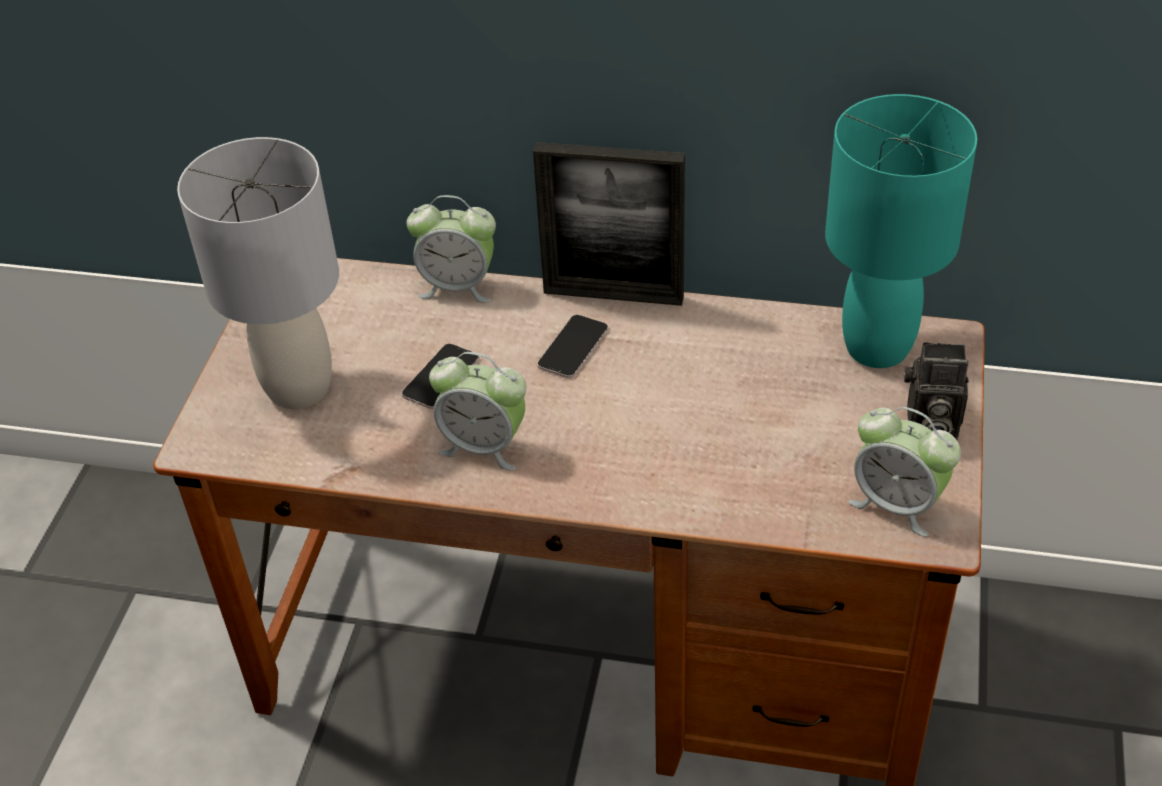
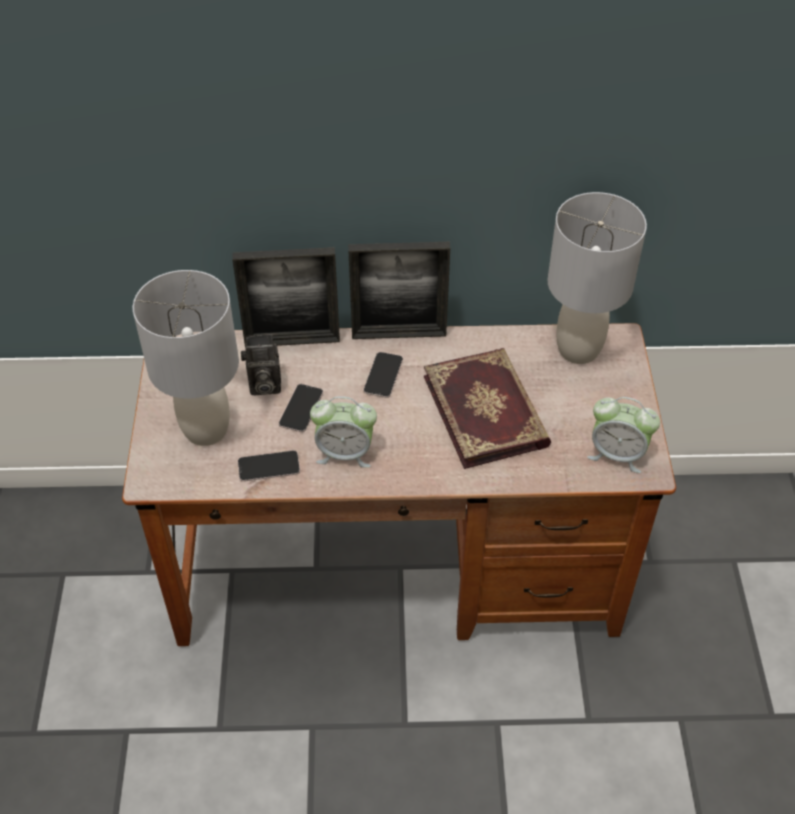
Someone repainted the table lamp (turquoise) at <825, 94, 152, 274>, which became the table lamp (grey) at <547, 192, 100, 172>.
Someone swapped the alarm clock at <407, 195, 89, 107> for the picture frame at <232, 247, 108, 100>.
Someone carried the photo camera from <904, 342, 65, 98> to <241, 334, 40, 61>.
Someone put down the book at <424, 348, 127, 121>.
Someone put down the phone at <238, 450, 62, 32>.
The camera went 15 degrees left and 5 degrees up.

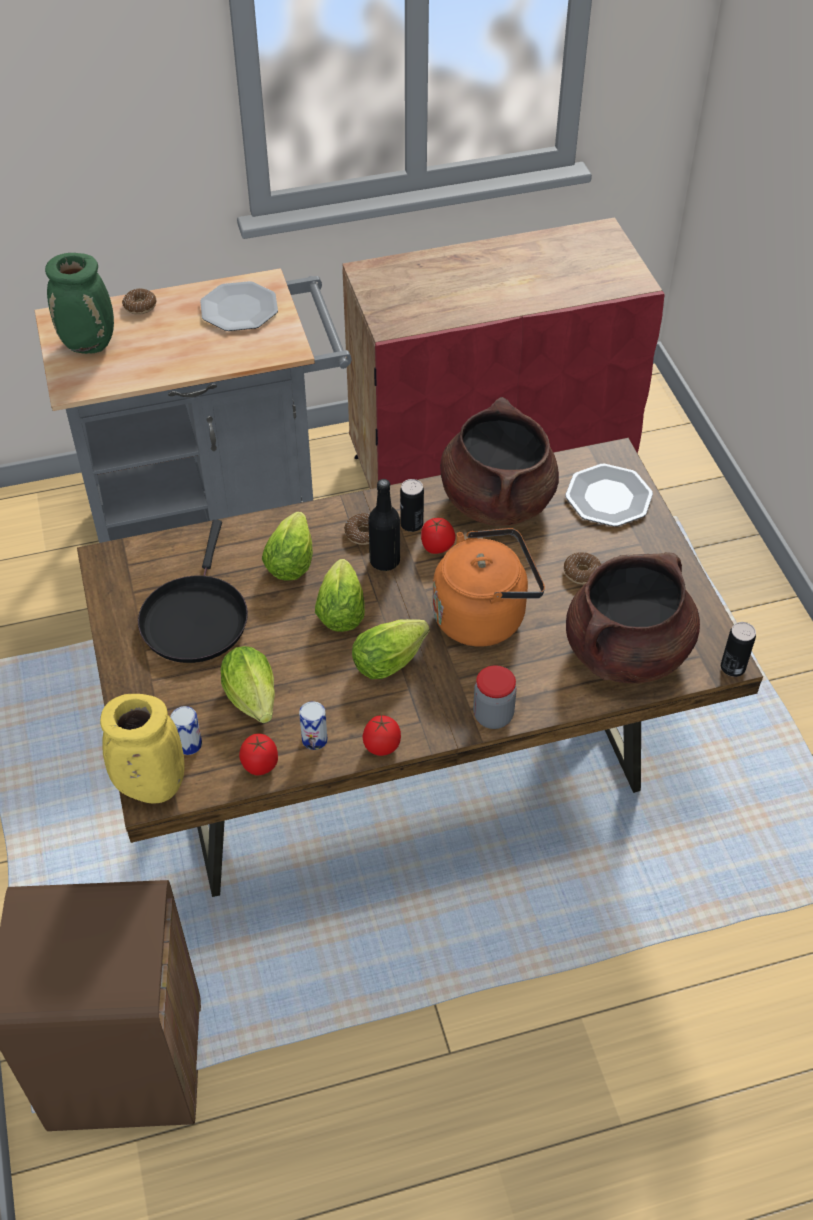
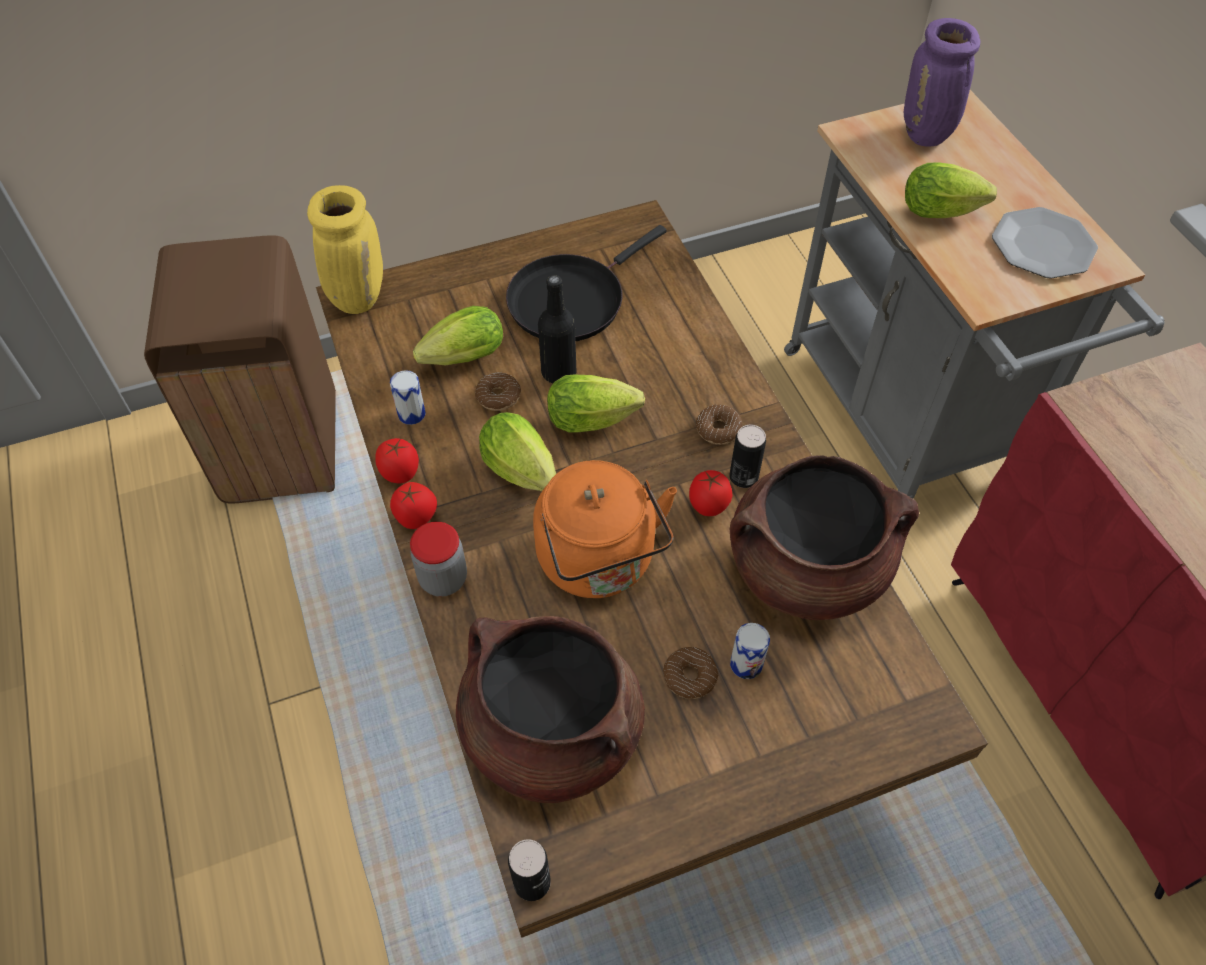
Someone repainted the vase (green) at <45, 253, 69, 101>, which became the vase (purple) at <904, 18, 77, 129>.
Someone carried the donut from <122, 288, 35, 27> to <475, 372, 46, 39>.
Someone took away the plate at <565, 464, 88, 63>.
Someone carried the bottle (black) from <368, 479, 32, 92> to <538, 275, 38, 108>.
Someone carried the lettuce from <262, 511, 51, 70> to <905, 162, 92, 56>.
Someone rotated the frying pan (black) at <138, 520, 110, 143> by 45 degrees counterclockwise.
Someone carried the can from <170, 706, 32, 49> to <730, 623, 40, 56>.
Someone carried the tomato from <239, 733, 39, 42> to <390, 482, 47, 47>.
The camera went 85 degrees right and 5 degrees up.

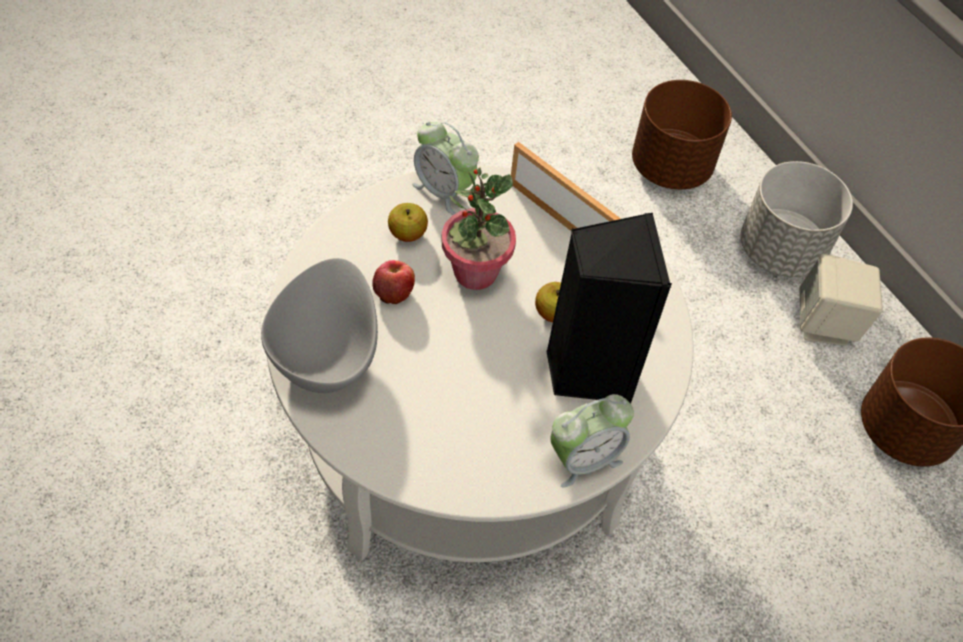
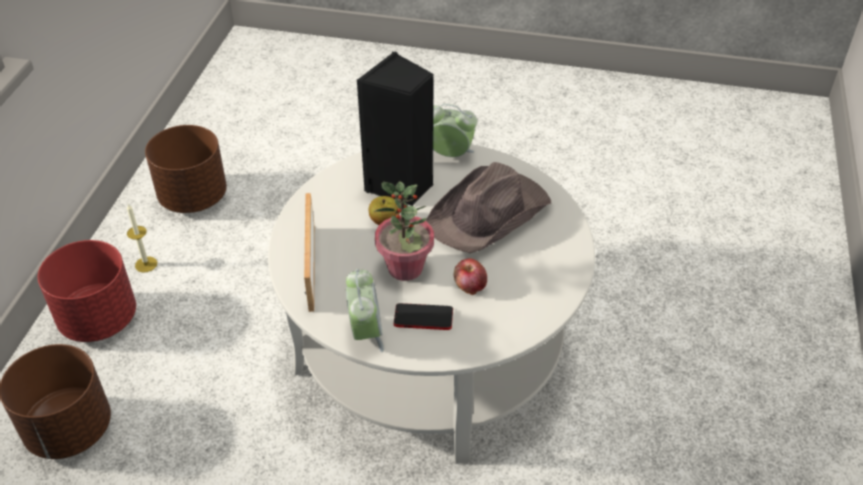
Someone repainted the planter (grey) at <741, 161, 112, 116>, which became the planter (red) at <38, 240, 98, 102>.
Someone swapped the apple at <388, 203, 40, 39> for the phone at <394, 303, 59, 27>.
Someone swapped the speaker (beige) at <799, 254, 84, 92> for the candle at <127, 204, 30, 69>.
Someone took away the bowl (grey) at <261, 258, 117, 135>.
Someone put down the hat (brown) at <426, 162, 125, 91>.
The camera went 135 degrees left and 10 degrees down.

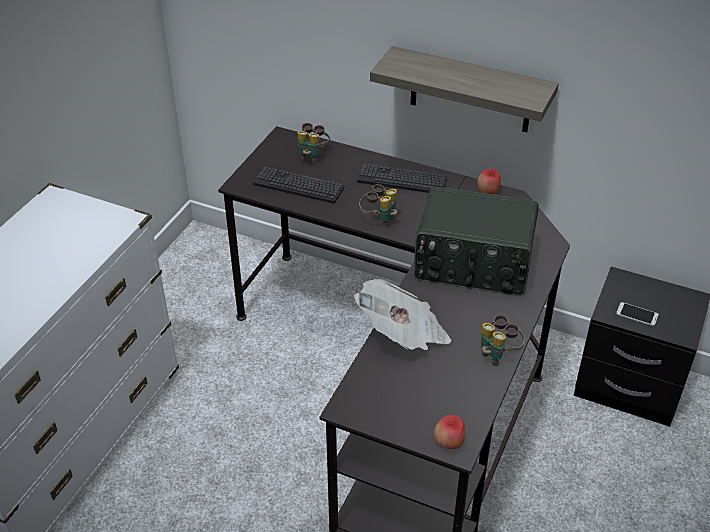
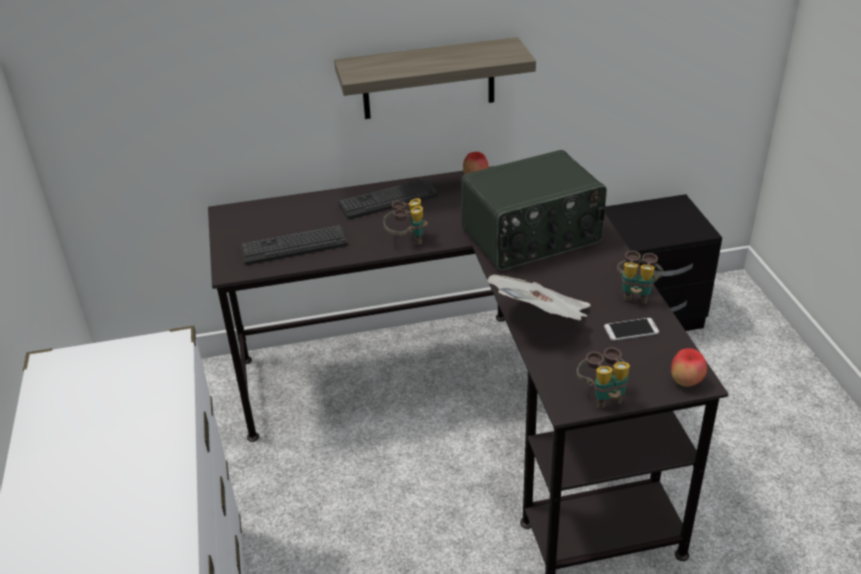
Someone carried the binoculars from <297, 123, 33, 40> to <577, 347, 53, 62>.
Someone carried the phone from <616, 302, 43, 24> to <604, 318, 55, 23>.
The camera went 35 degrees left and 5 degrees down.

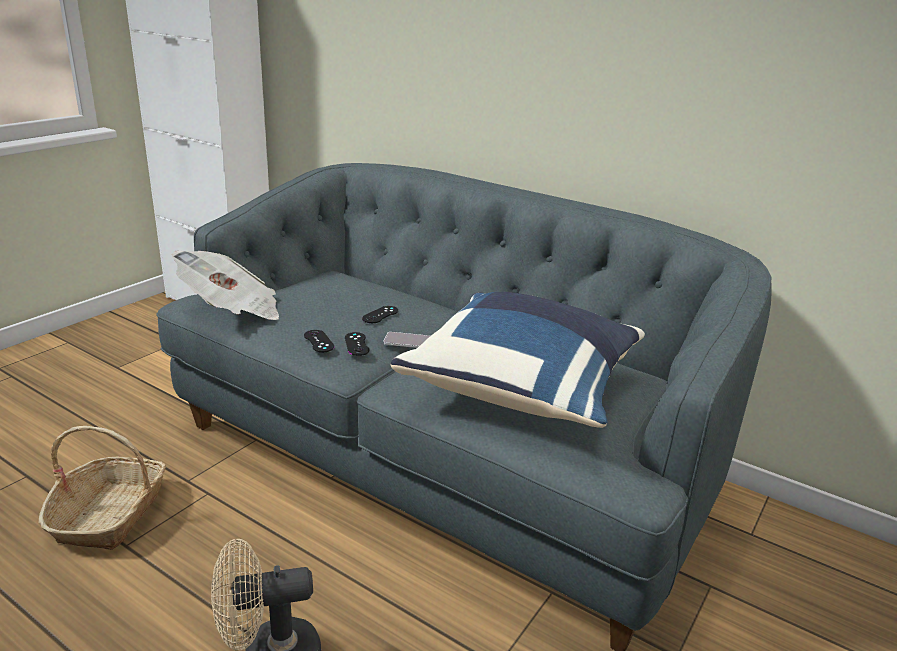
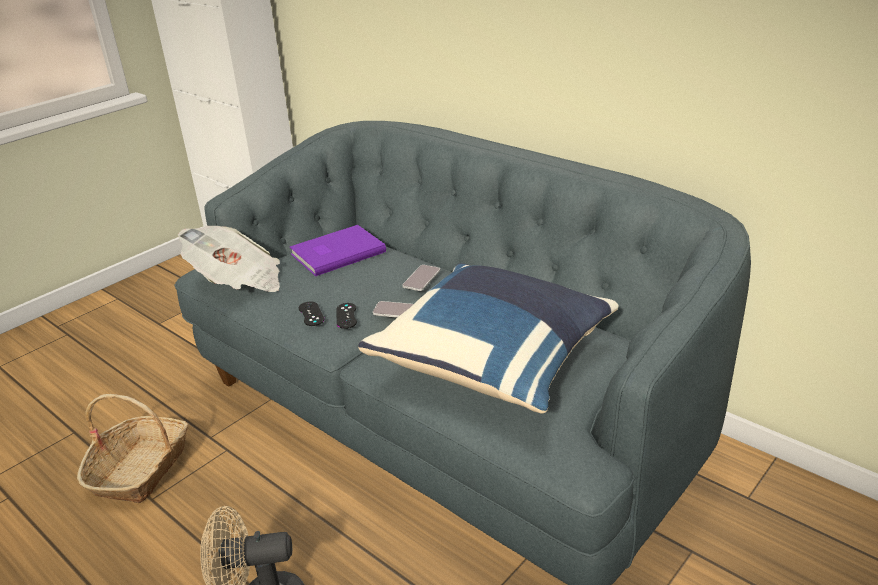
Someone took away the game controller (black) at <362, 306, 36, 17>.
Someone put down the book (purple) at <290, 225, 96, 51>.
Someone put down the phone at <402, 265, 38, 26>.
The camera went 10 degrees right and 5 degrees up.

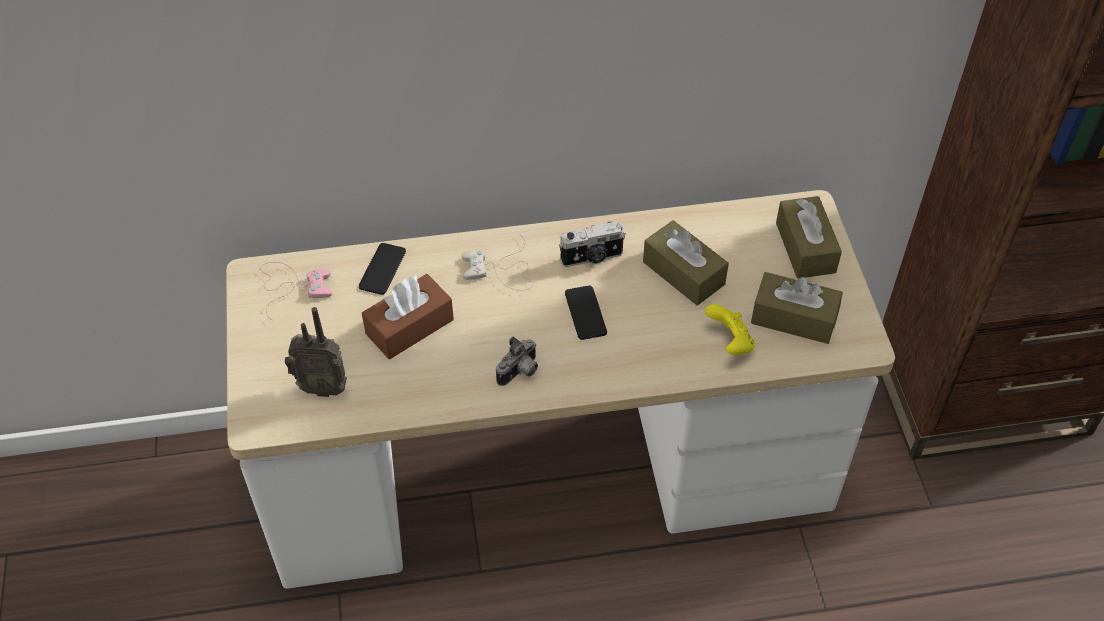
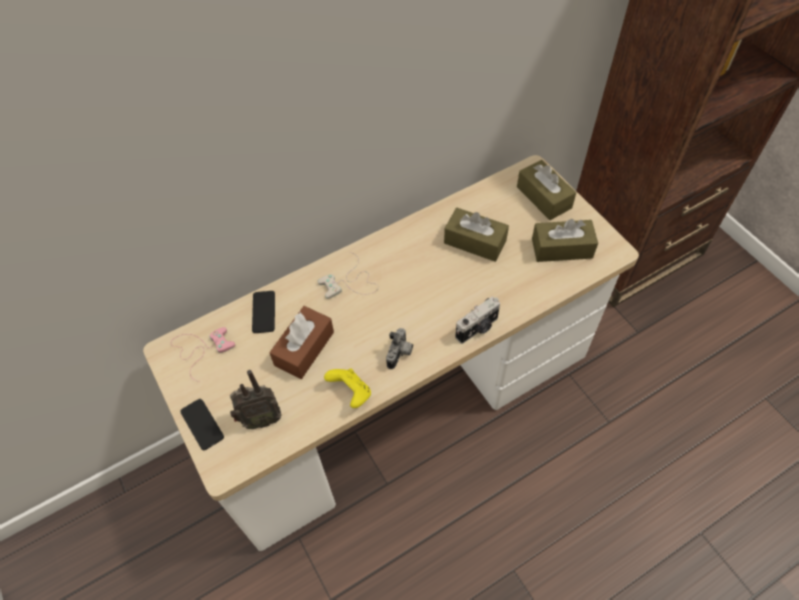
Someone carried the photo camera from <559, 221, 67, 46> to <455, 296, 45, 48>.
Someone carried the phone from <565, 286, 42, 54> to <180, 399, 44, 51>.
Someone carried the game controller (yellow) from <705, 304, 50, 51> to <324, 368, 47, 40>.
The camera went 20 degrees left and 5 degrees up.

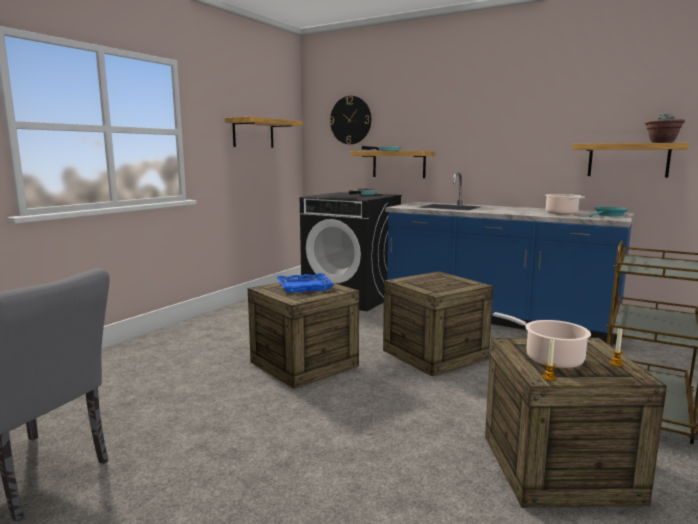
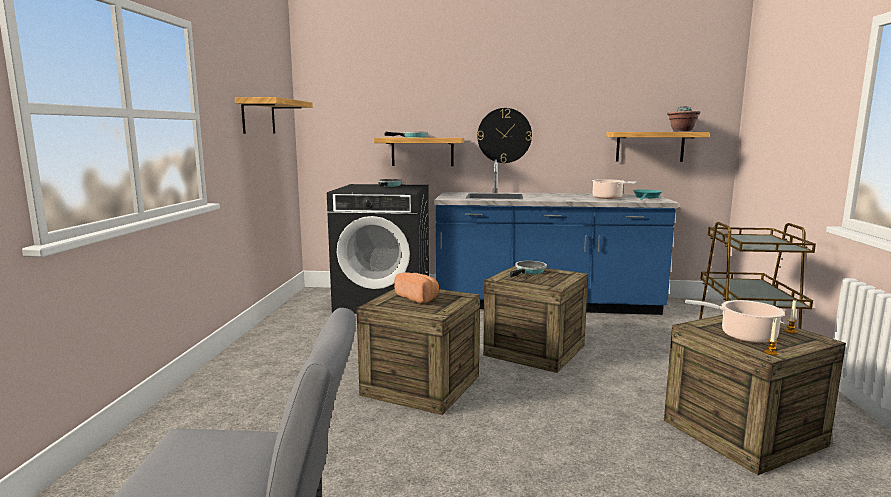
Someone carried the wall clock from <330, 96, 41, 48> to <477, 108, 55, 55>.
Someone swapped the tray (blue) at <277, 273, 57, 20> for the bread at <394, 272, 45, 31>.
Someone put down the frying pan at <510, 261, 37, 16>.
The camera went 25 degrees left and 0 degrees up.

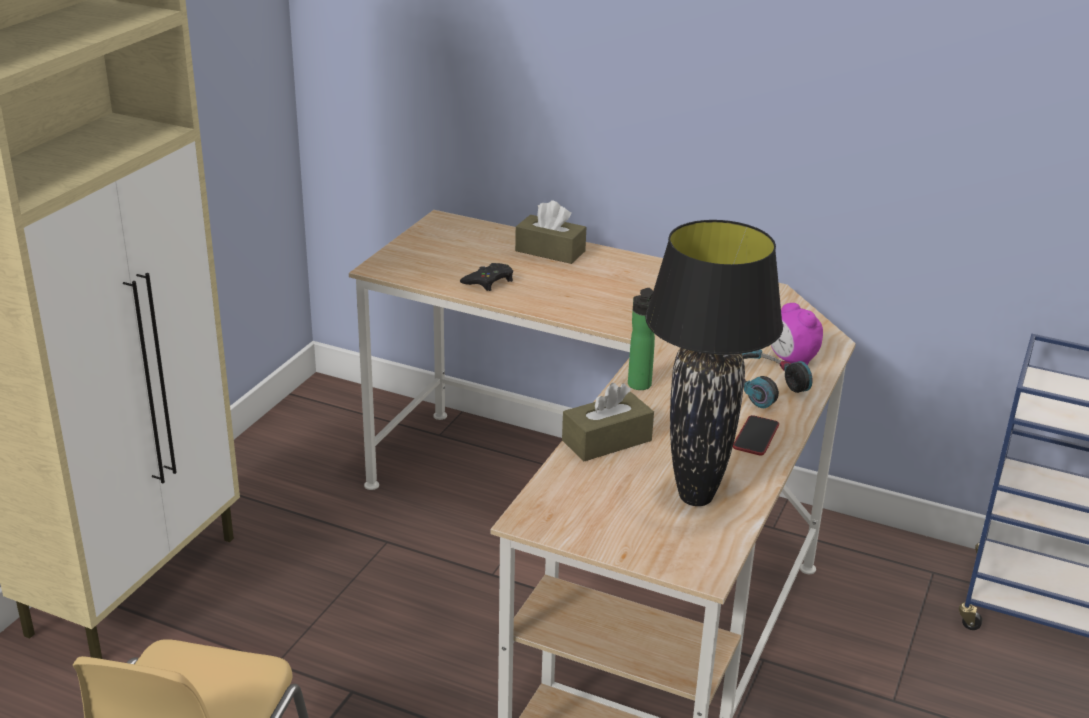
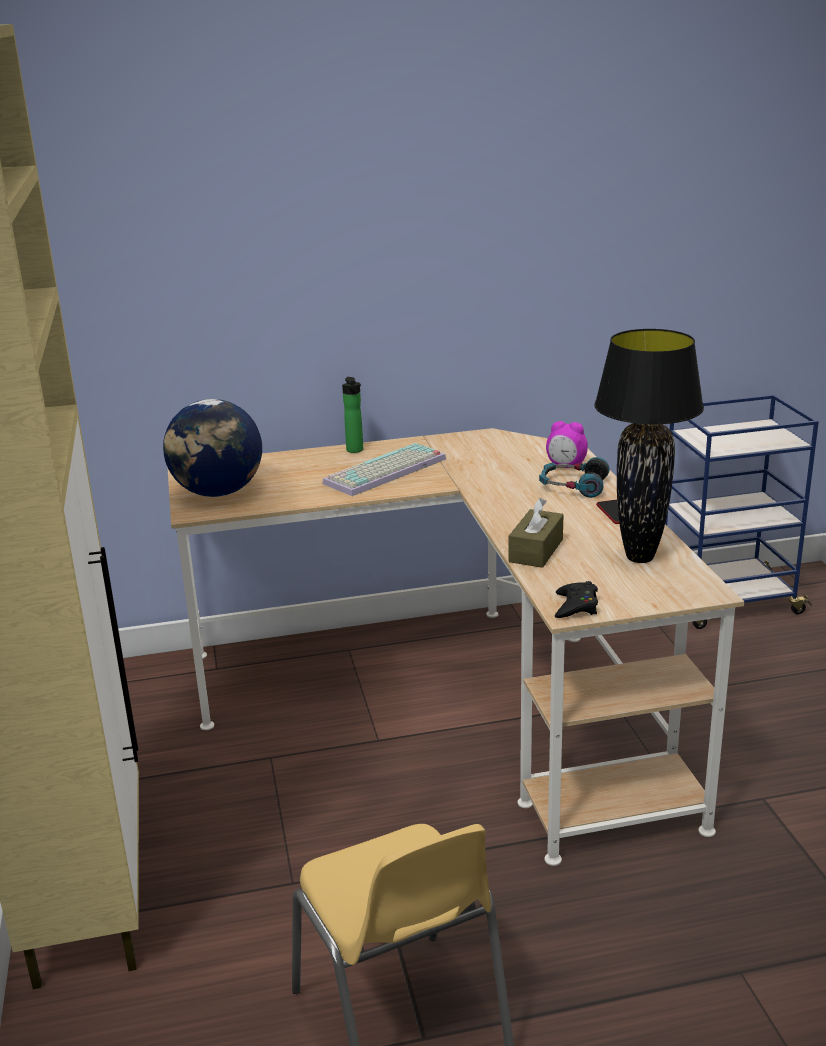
Someone took away the tissue box (brown) at <515, 201, 71, 63>.
Someone carried the game controller (black) from <460, 263, 53, 28> to <555, 581, 43, 37>.
Someone carried the bottle from <628, 288, 27, 102> to <342, 377, 21, 76>.
Someone put down the globe at <163, 399, 99, 98>.
Someone put down the keyboard at <323, 443, 123, 53>.
The camera went 35 degrees left and 5 degrees down.

